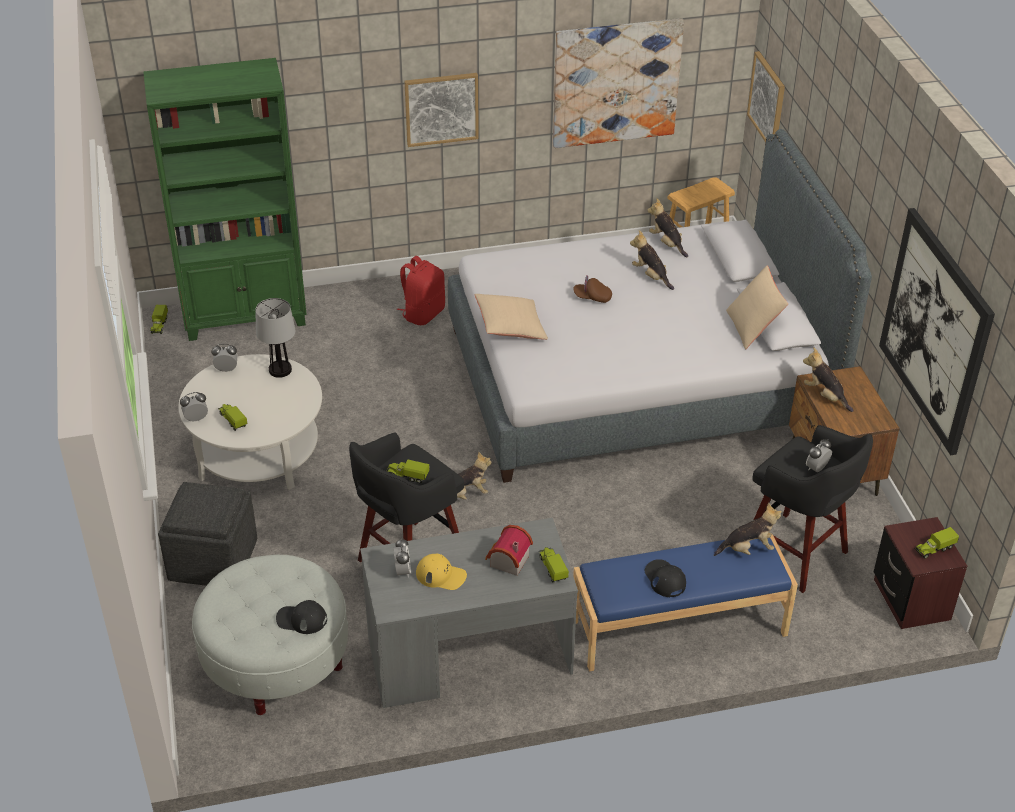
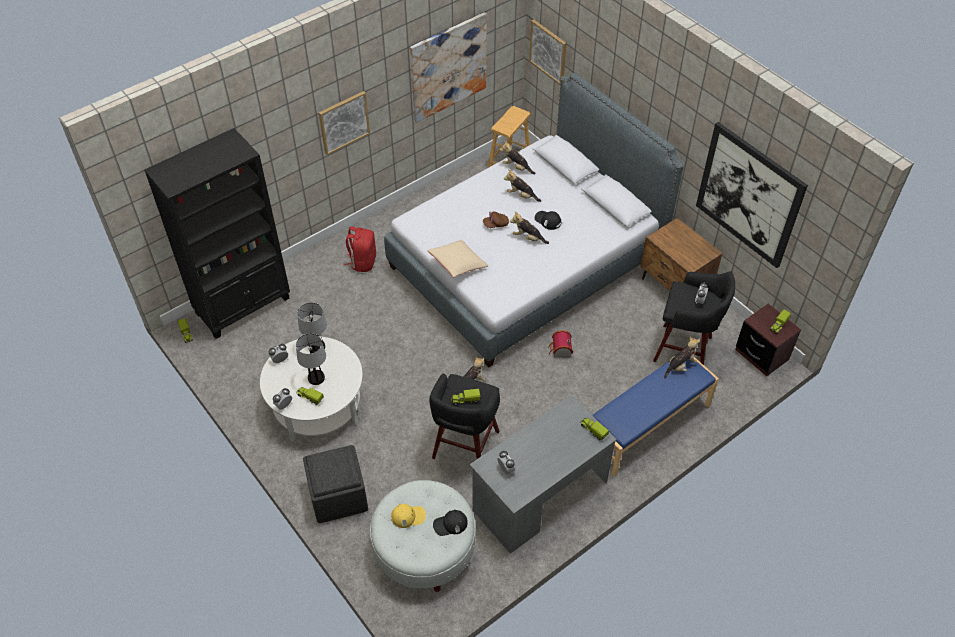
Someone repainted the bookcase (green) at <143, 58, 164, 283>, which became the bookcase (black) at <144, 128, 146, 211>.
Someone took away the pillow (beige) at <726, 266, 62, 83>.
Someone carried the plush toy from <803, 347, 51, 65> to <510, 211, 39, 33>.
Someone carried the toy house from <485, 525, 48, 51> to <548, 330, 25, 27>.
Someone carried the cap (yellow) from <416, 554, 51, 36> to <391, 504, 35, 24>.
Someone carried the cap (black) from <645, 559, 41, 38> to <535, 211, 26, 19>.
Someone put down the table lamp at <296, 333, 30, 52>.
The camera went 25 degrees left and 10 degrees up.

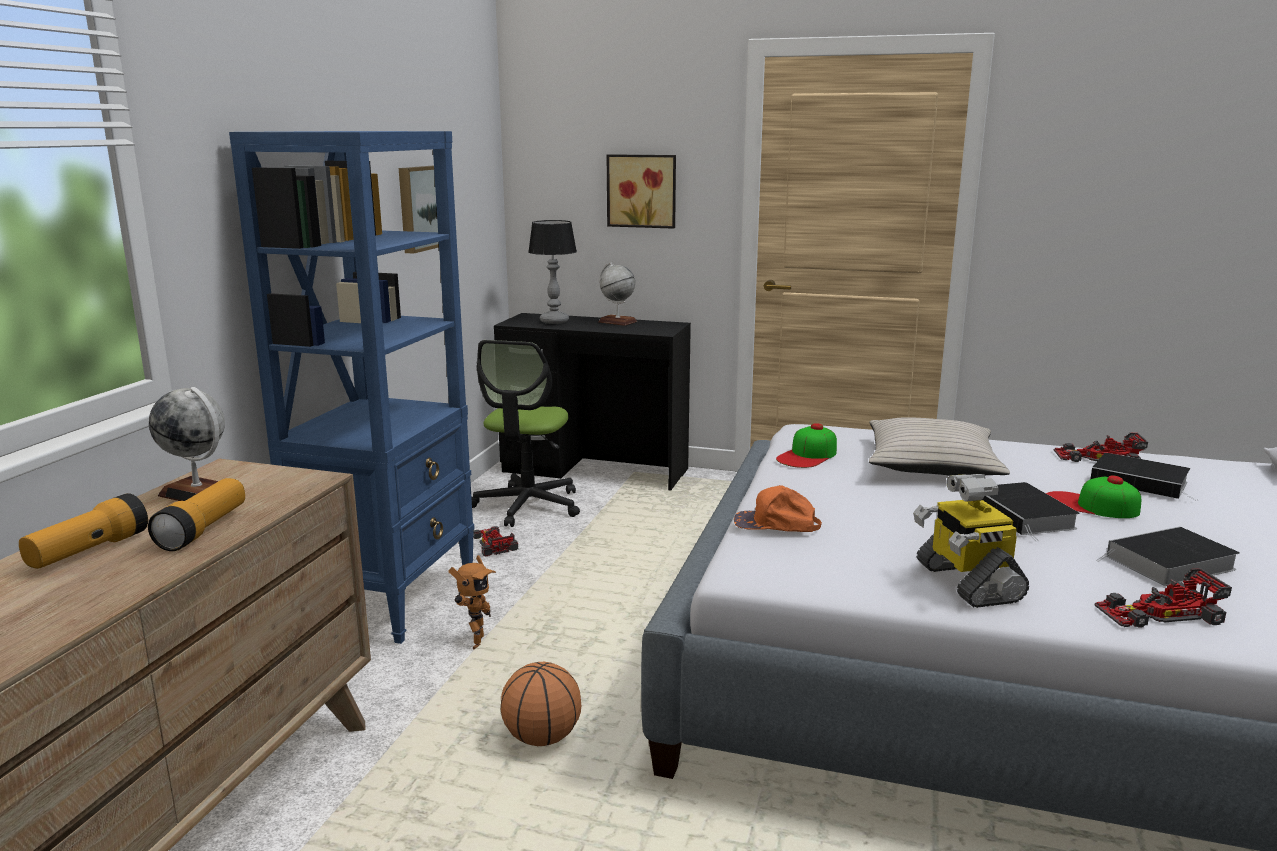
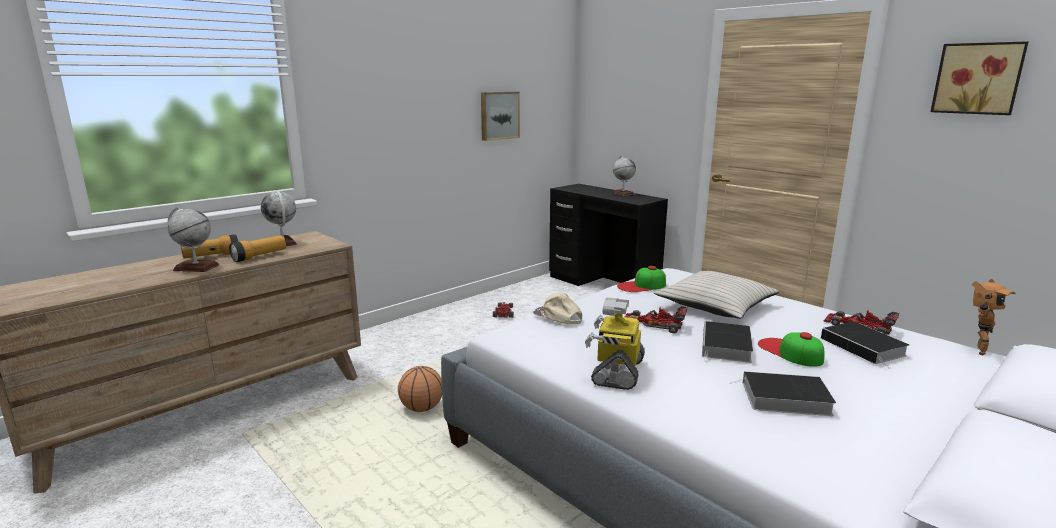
Someone took away the bookcase (blue) at <229, 131, 246, 513>.
Someone carried the picture from <607, 154, 69, 75> to <930, 41, 98, 74>.
Someone took away the table lamp at <528, 220, 49, 104>.
Someone took away the office chair at <471, 340, 109, 187>.
Someone repainted the cap (orange) at <734, 485, 88, 47>, which became the cap (beige) at <533, 293, 49, 31>.
Someone carried the toy robot from <449, 555, 47, 95> to <972, 279, 44, 76>.
Someone carried the toy car from <1094, 568, 138, 60> to <625, 306, 62, 28>.
Someone put down the globe at <168, 207, 51, 65>.
The camera went 30 degrees right and 0 degrees up.

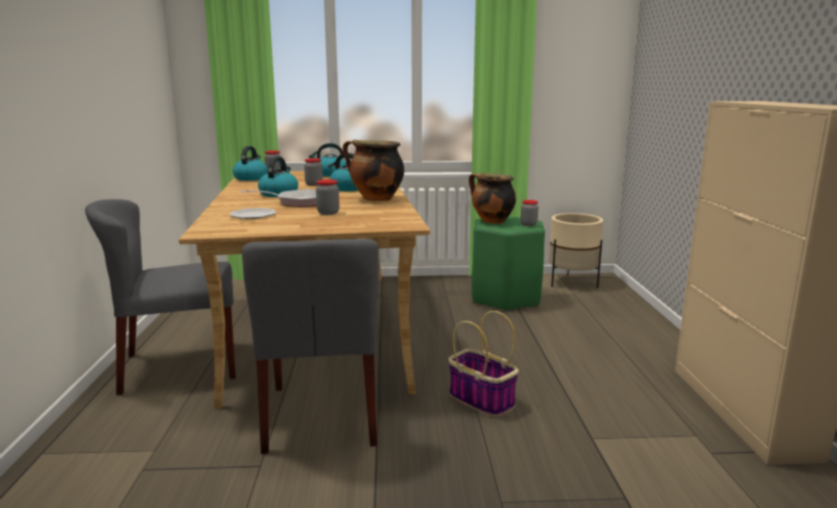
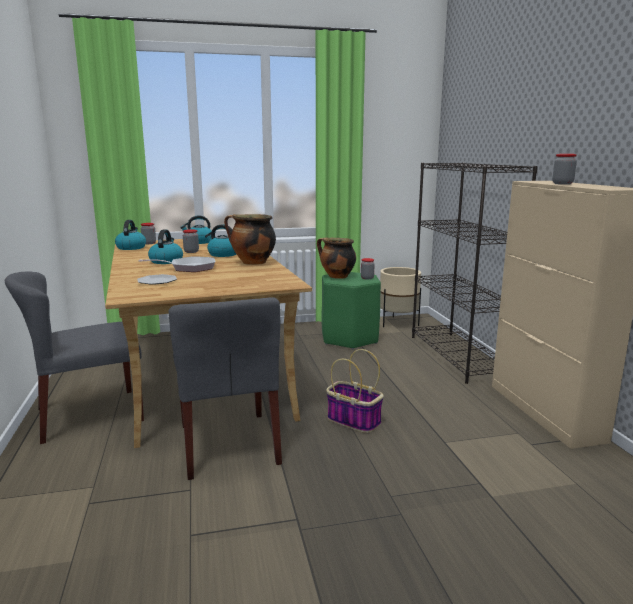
Someone carried the jar from <316, 179, 23, 36> to <552, 154, 25, 31>.
Someone put down the bookcase (black) at <412, 162, 126, 222>.
The camera went 10 degrees left and 0 degrees up.

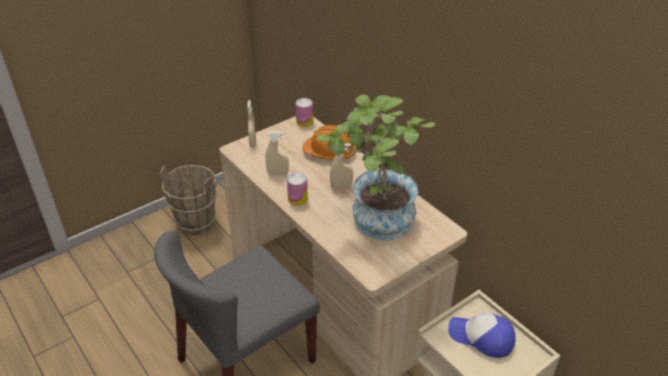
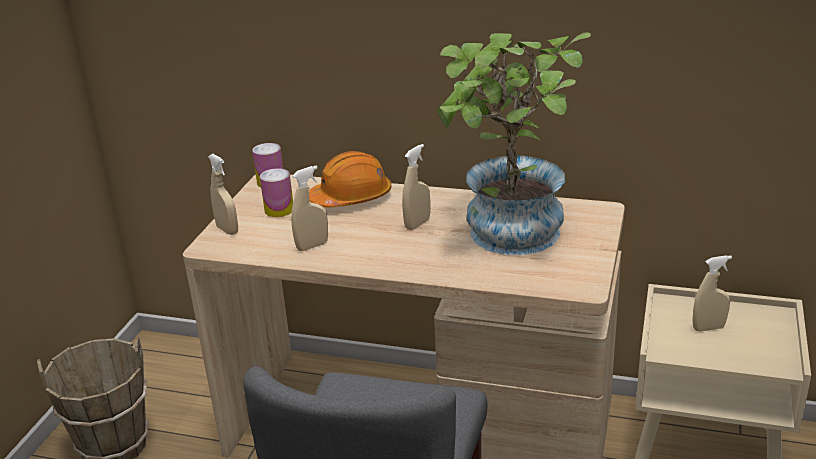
Someone carried the can from <287, 172, 21, 34> to <260, 168, 33, 49>.
Someone swapped the cap at <448, 313, 68, 45> for the spray bottle (beige) at <692, 255, 40, 77>.
The camera went 35 degrees left and 10 degrees down.

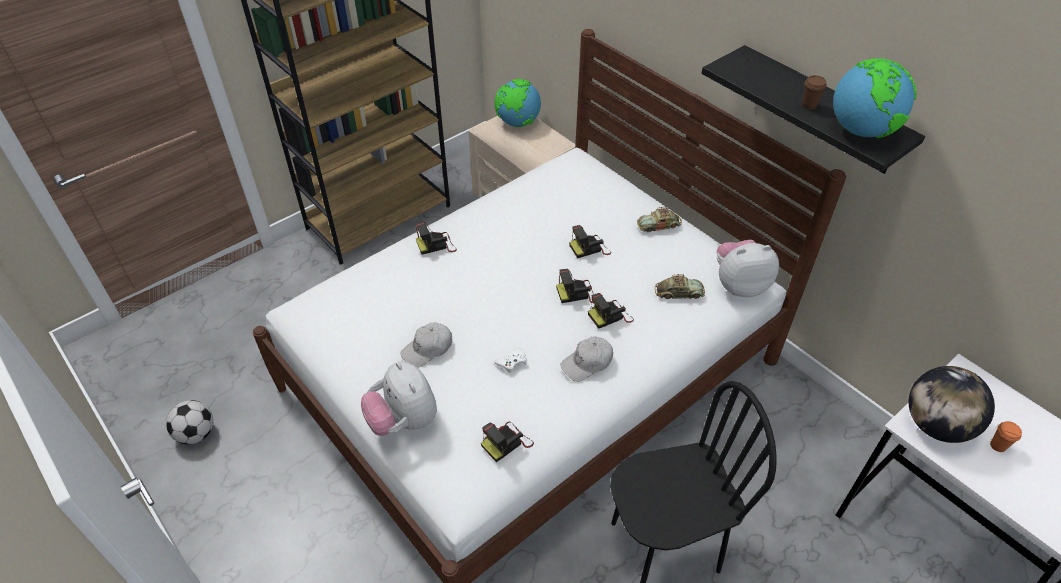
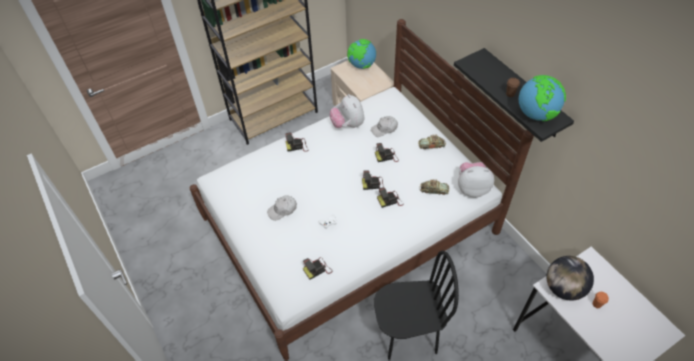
Someone carried the cap (white) from <560, 337, 53, 45> to <371, 116, 27, 21>.
Someone carried the plush toy from <361, 362, 76, 74> to <330, 94, 35, 34>.
Someone took away the football at <166, 400, 47, 44>.
The camera went 10 degrees right and 5 degrees up.

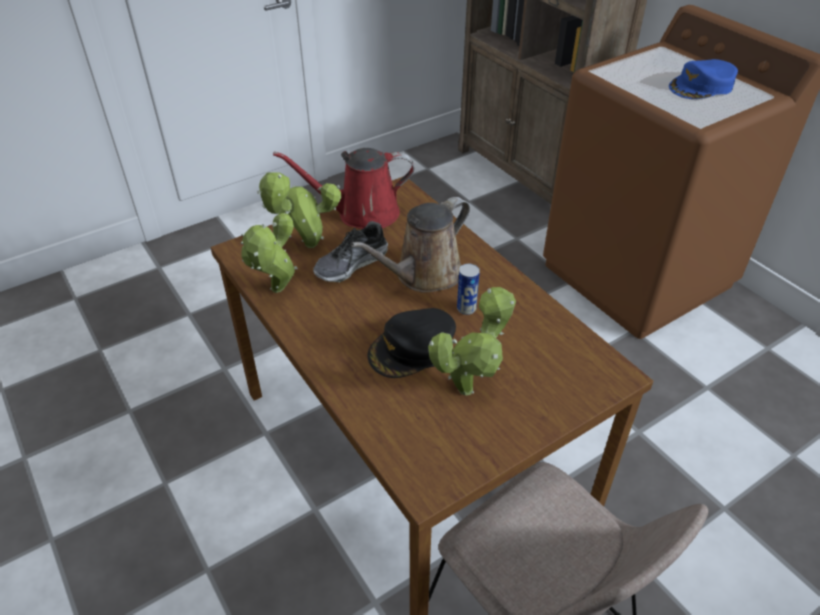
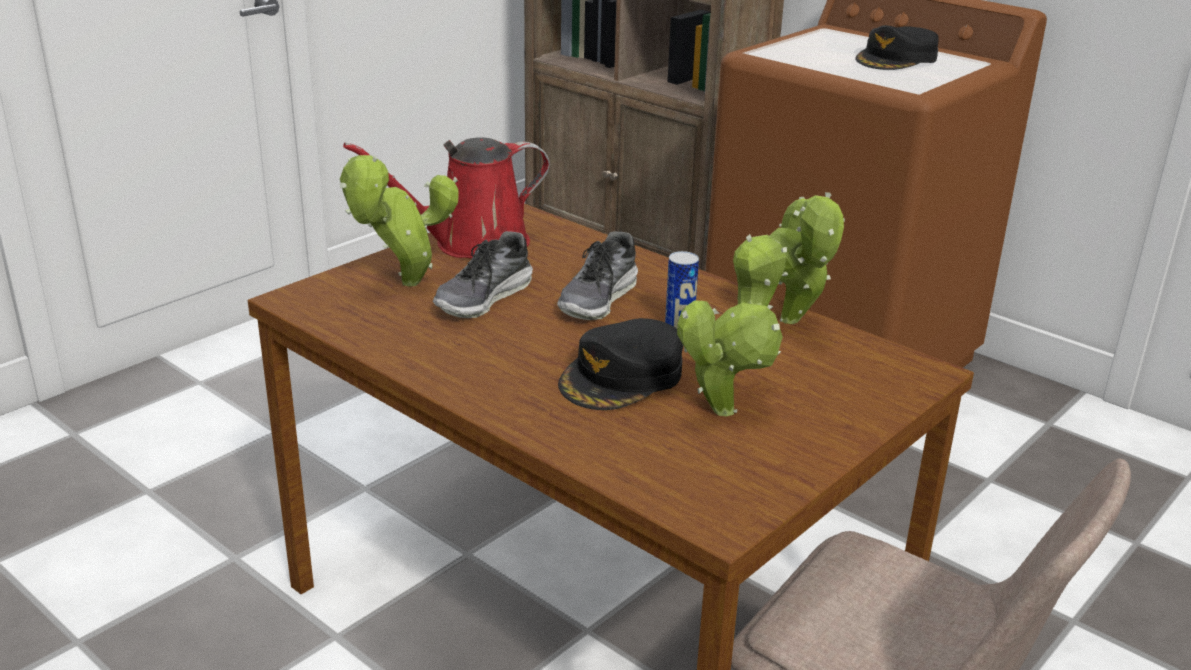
Someone repainted the cap (blue) at <669, 59, 69, 40>, which became the cap (black) at <855, 25, 84, 45>.
Someone swapped the watering can (brown) at <351, 197, 119, 96> for the shoe at <557, 231, 81, 89>.
Someone carried the potted plant from <240, 211, 58, 82> to <769, 192, 76, 132>.
The camera went 15 degrees left and 15 degrees down.

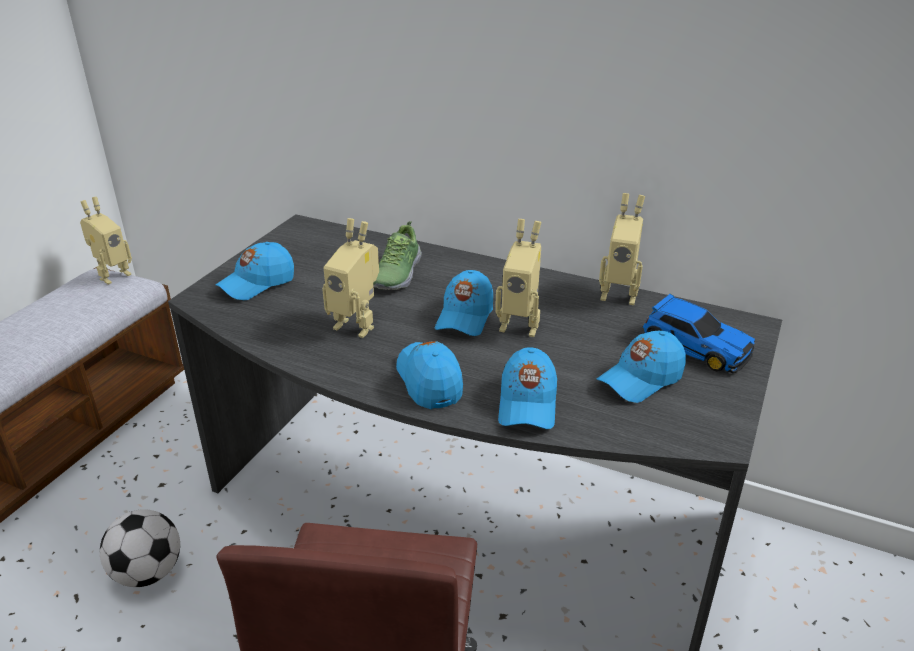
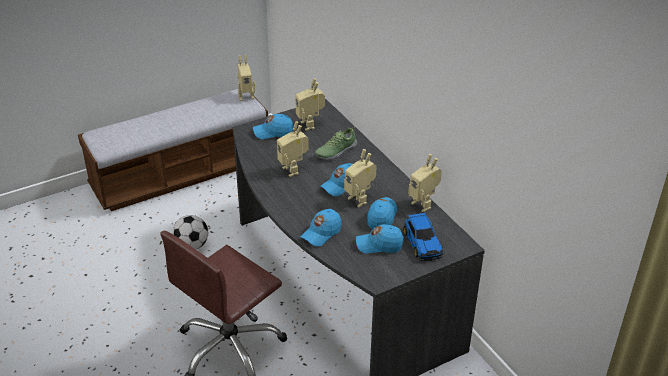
Someone carried the cap (blue) from <396, 341, 67, 68> to <367, 197, 30, 32>.
Someone put down the toy robot at <295, 78, 30, 53>.
The camera went 35 degrees right and 5 degrees up.

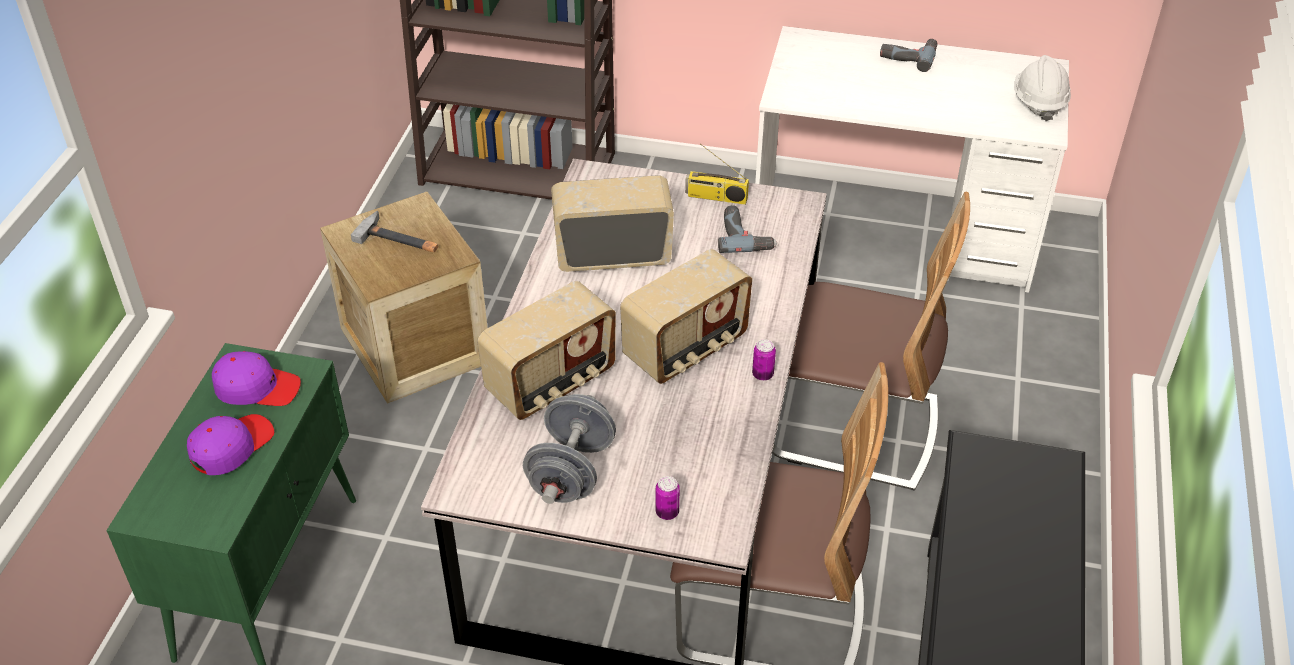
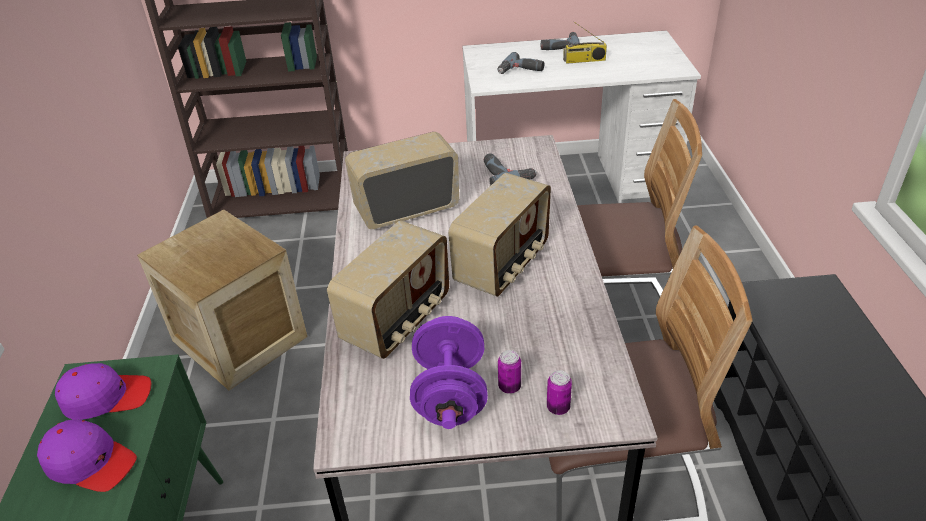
Someone took away the hard hat (white) at <1015, 55, 56, 66>.
Someone carried the radio from <685, 144, 64, 61> to <563, 21, 44, 43>.
Someone took away the hammer at <351, 211, 87, 41>.
Someone carried the can from <752, 339, 24, 42> to <498, 350, 23, 44>.
Someone repainted the dumbbell (grey) at <523, 394, 93, 110>, which became the dumbbell (purple) at <410, 316, 78, 113>.
Someone rotated the cap (purple) at <187, 414, 87, 61> by 90 degrees clockwise.
Someone put down the power drill at <497, 52, 48, 22>.
The camera went 15 degrees left and 5 degrees down.

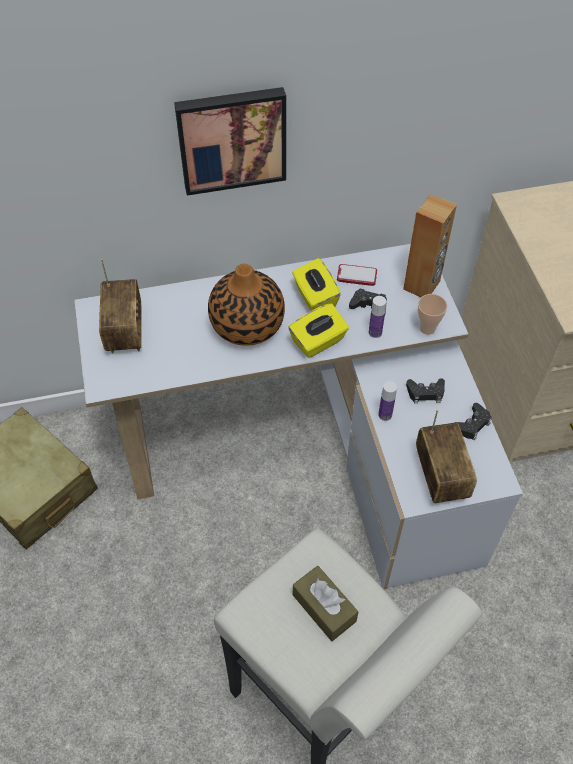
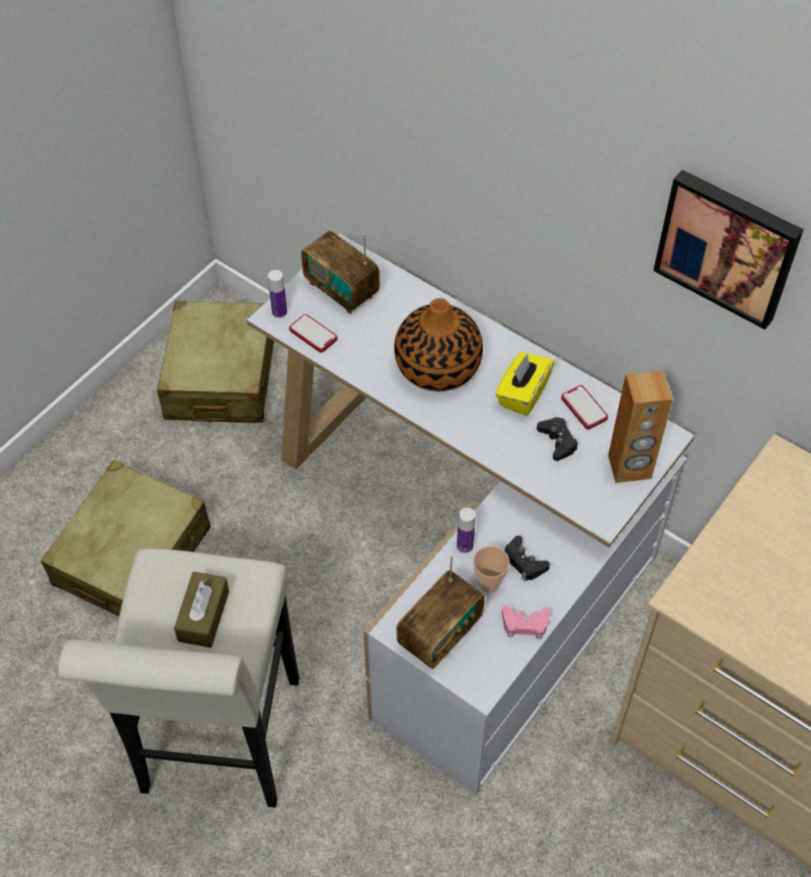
Someone carried the picture from <174, 87, 112, 109> to <653, 170, 151, 159>.
Someone rotated the radio at <99, 259, 43, 94> by 90 degrees clockwise.
Someone carried the cup from <418, 294, 29, 41> to <473, 546, 37, 47>.
Someone carried the bottle from <369, 296, 17, 42> to <268, 270, 19, 48>.
Someone took away the tissue box (yellow) at <289, 303, 60, 55>.
Someone repainted the game controller (black) at <454, 403, 38, 37>, which became the game controller (pink) at <502, 605, 48, 34>.
Someone put down the phone at <289, 314, 48, 39>.
Someone put down the suitcase (beige) at <41, 460, 170, 157>.
The camera went 50 degrees right and 0 degrees up.

